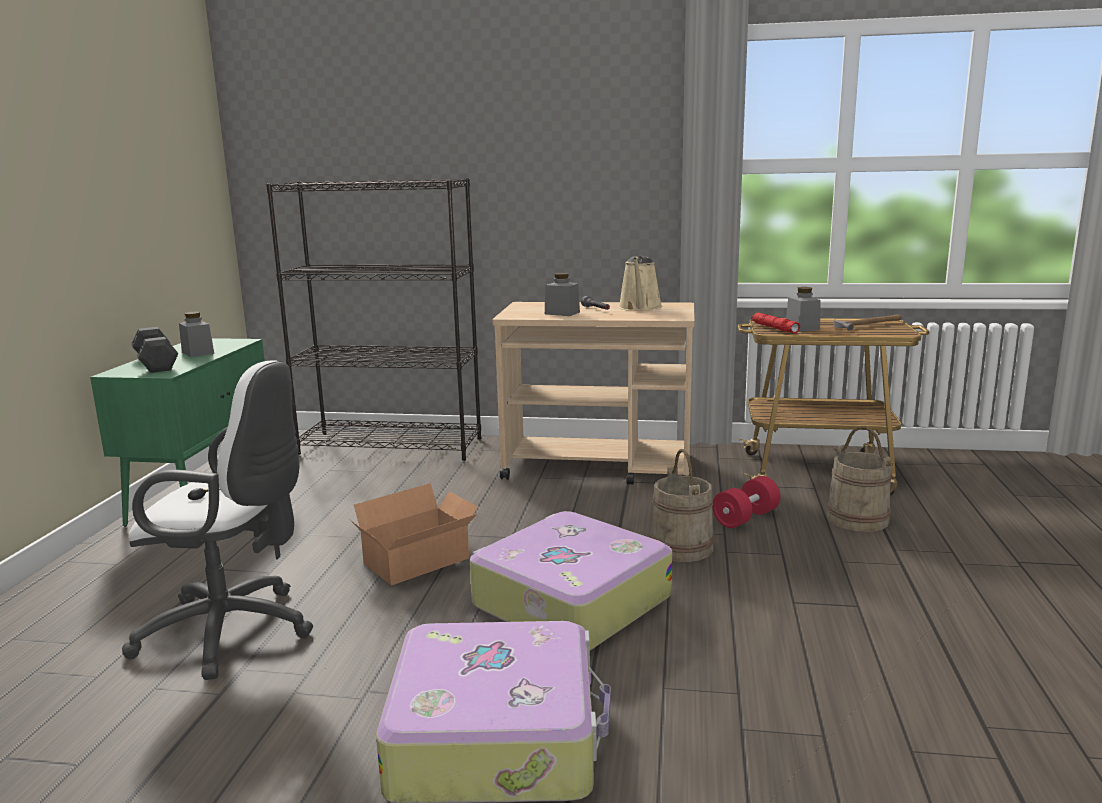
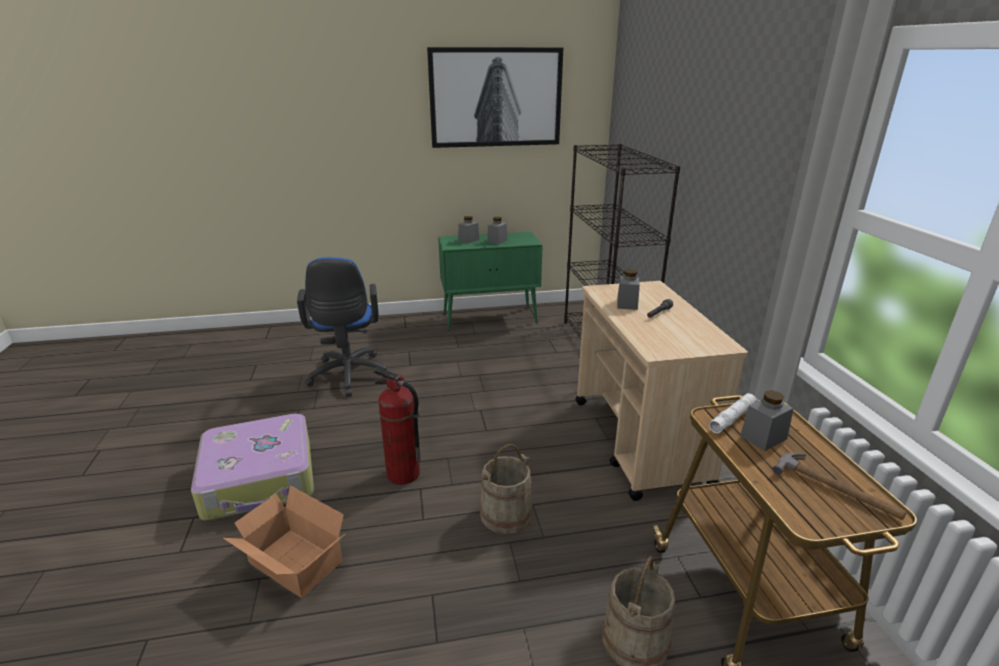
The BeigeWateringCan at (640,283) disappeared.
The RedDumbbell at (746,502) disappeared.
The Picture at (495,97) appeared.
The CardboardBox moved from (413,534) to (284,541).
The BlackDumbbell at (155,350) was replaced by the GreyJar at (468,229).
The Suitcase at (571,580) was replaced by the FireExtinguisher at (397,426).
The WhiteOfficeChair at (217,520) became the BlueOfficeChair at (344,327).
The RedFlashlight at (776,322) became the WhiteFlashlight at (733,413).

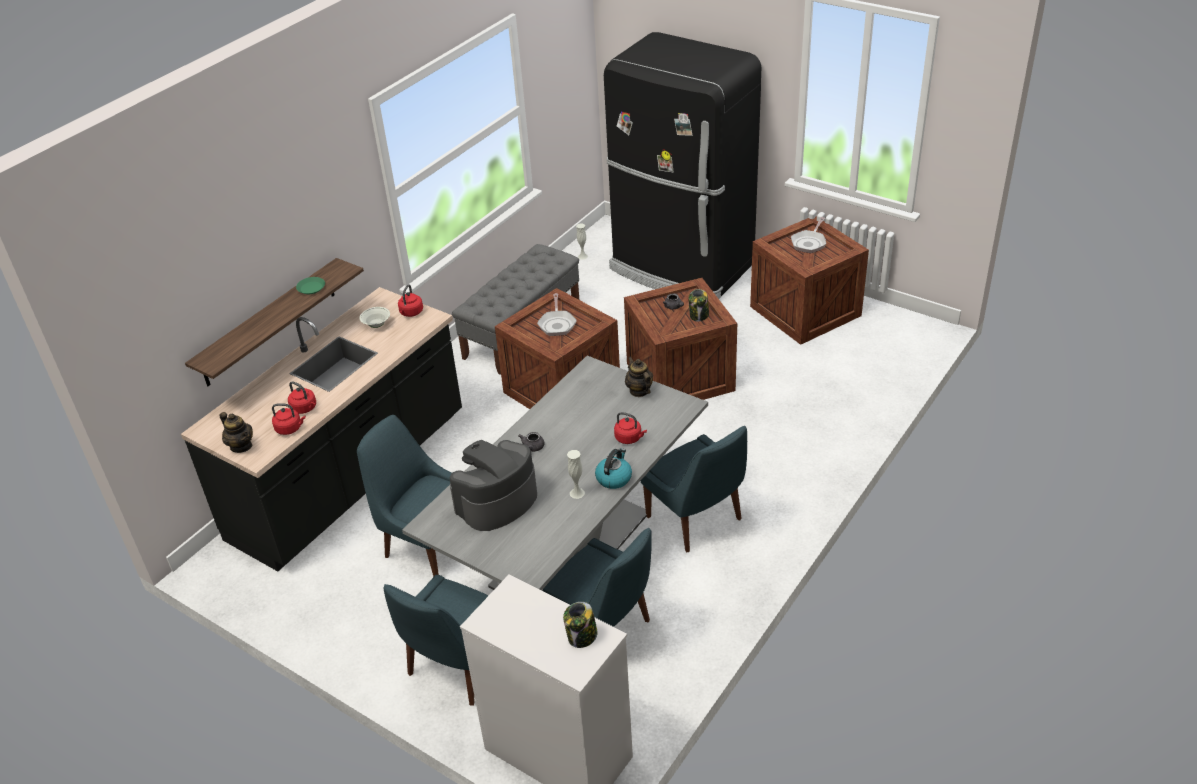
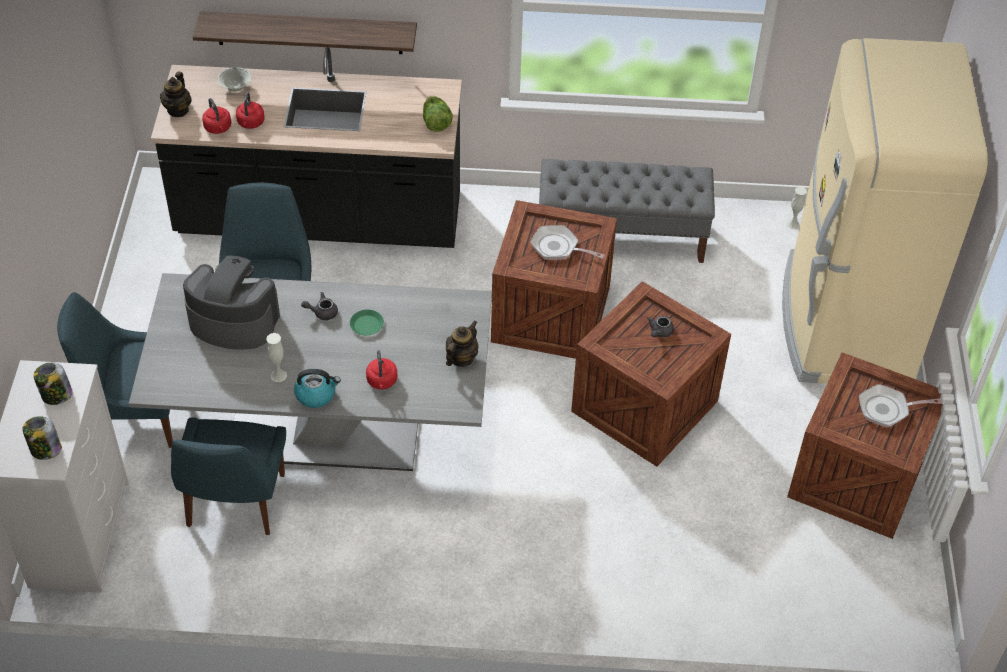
The BlueChair at (694,489) disappeared.
The GreenPlate moved from (310,285) to (367,322).
The WhiteBowl moved from (375,317) to (234,79).
The Jar moved from (698,305) to (53,384).
The RedKettle at (410,300) was replaced by the Lettuce at (438,114).
The BlackFridge at (682,165) became the BeigeFridge at (885,210).
The FryingPan at (557,314) turned 60 degrees clockwise.

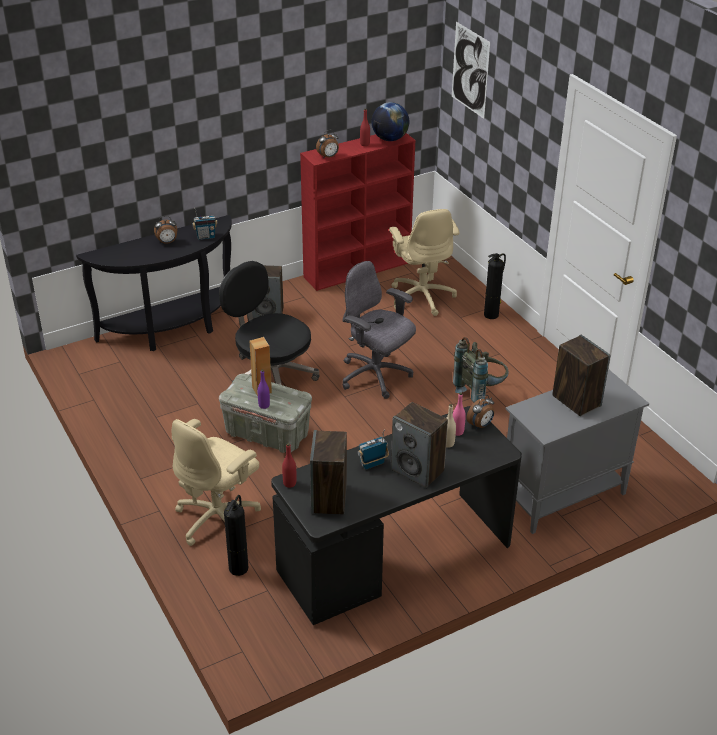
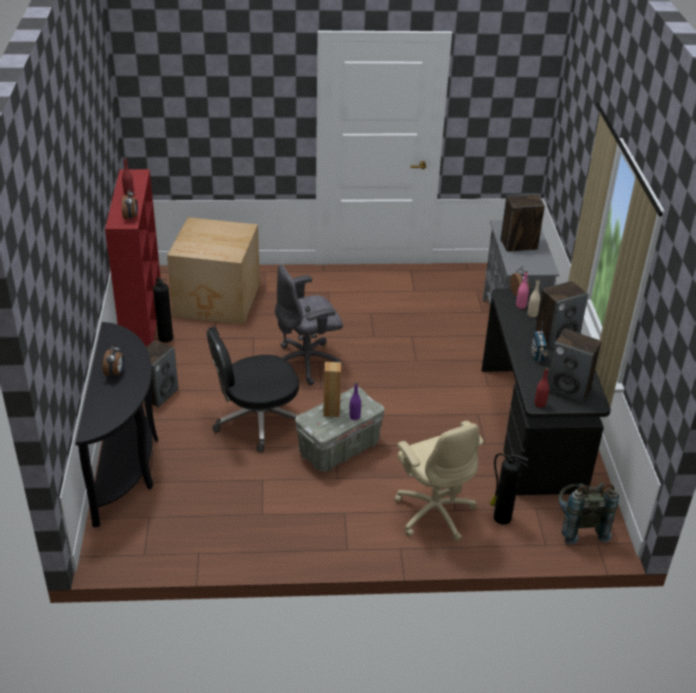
The Radio at (205,224) disappeared.
The Globe at (390,121) disappeared.
The Picture at (471,70) disappeared.
The GreyBackpack moved from (480,369) to (589,513).
The FireExtinguisher moved from (495,286) to (163,310).
The BeigeOfficeChair at (424,262) was replaced by the CardboardBox at (213,271).

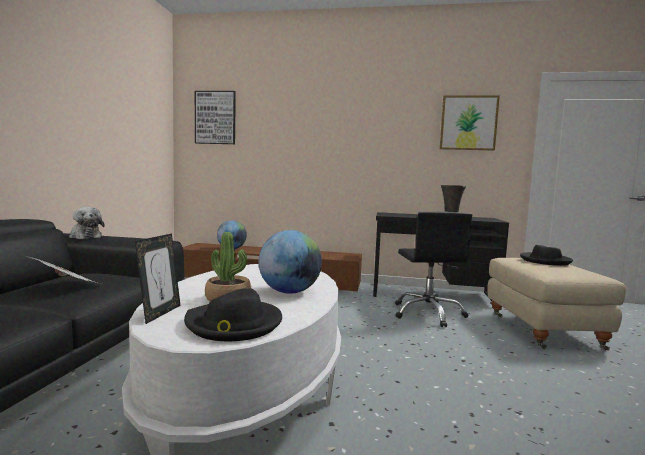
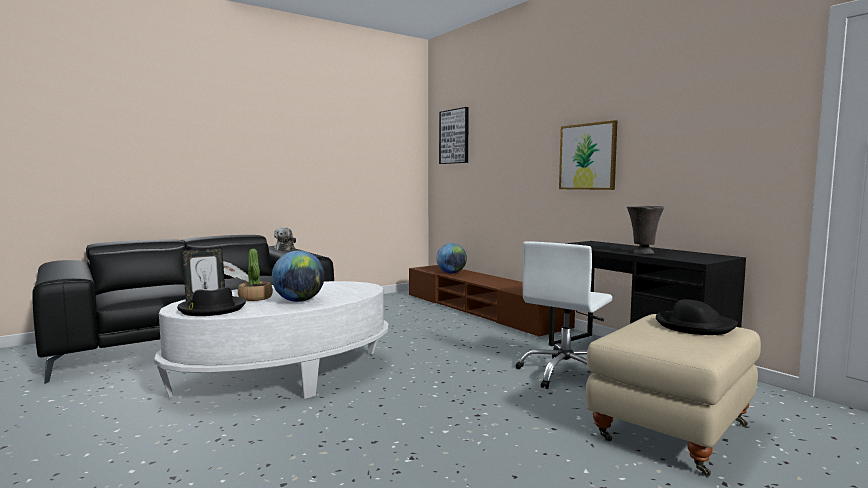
The Picture moved from (470,122) to (588,155).
The BlackOfficeChair at (433,269) became the WhiteOfficeChair at (563,315).

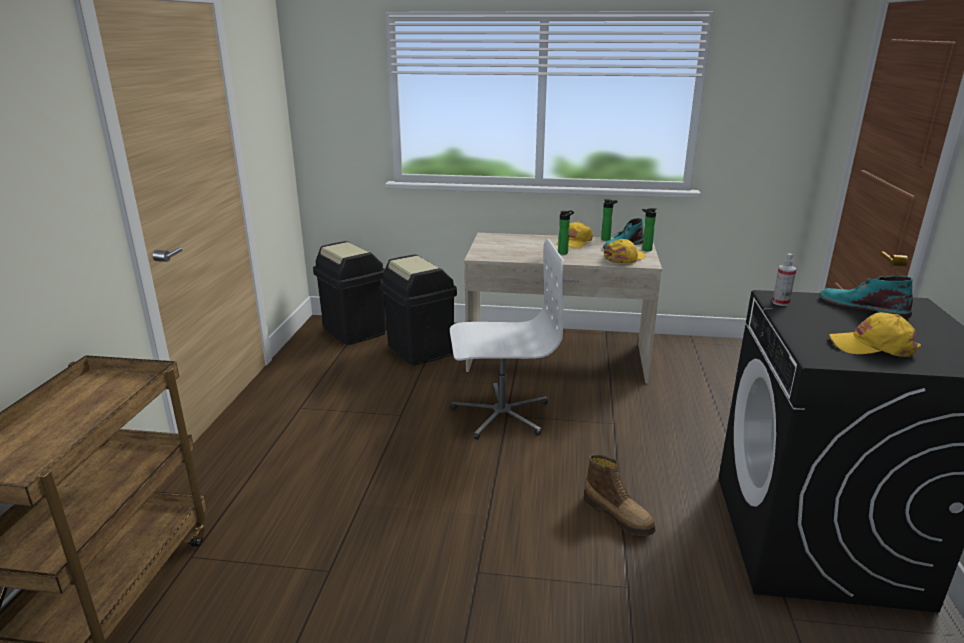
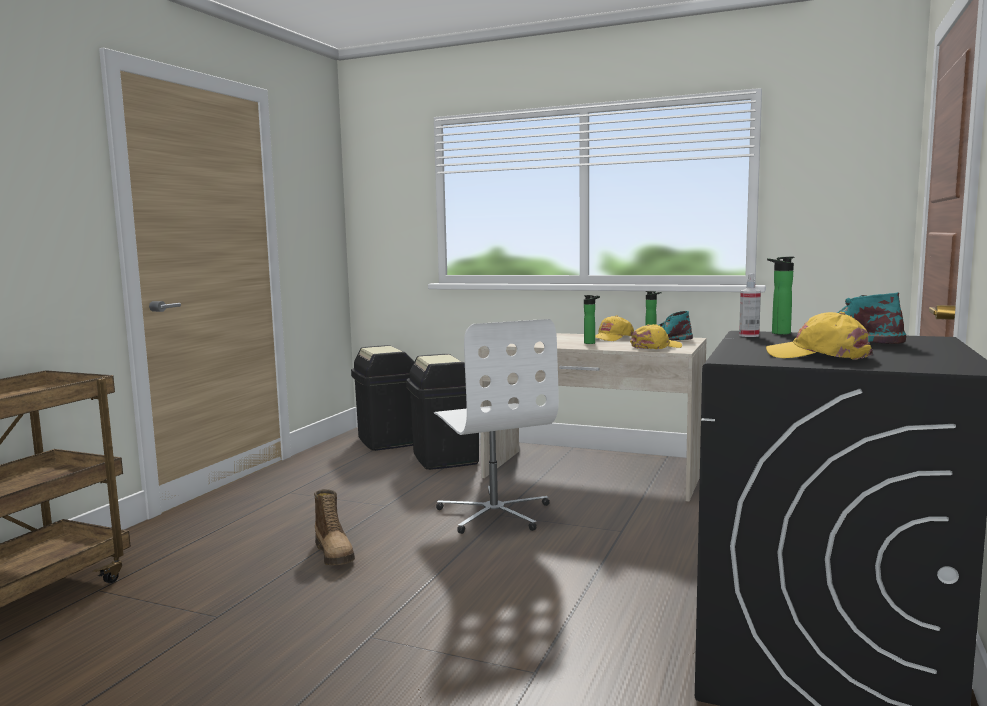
The Boot moved from (619,495) to (334,527).
The Bottle moved from (649,229) to (781,296).
The WhiteOfficeChair at (507,339) turned 60 degrees clockwise.

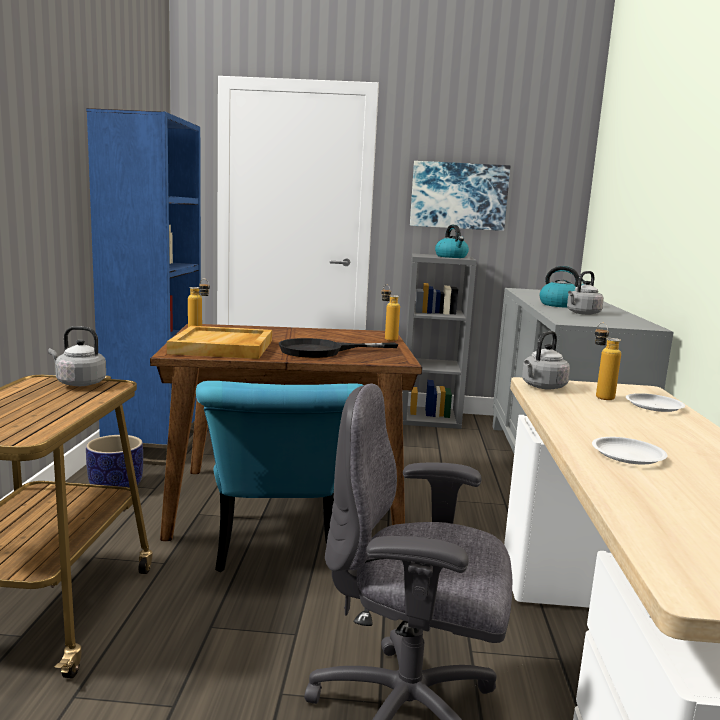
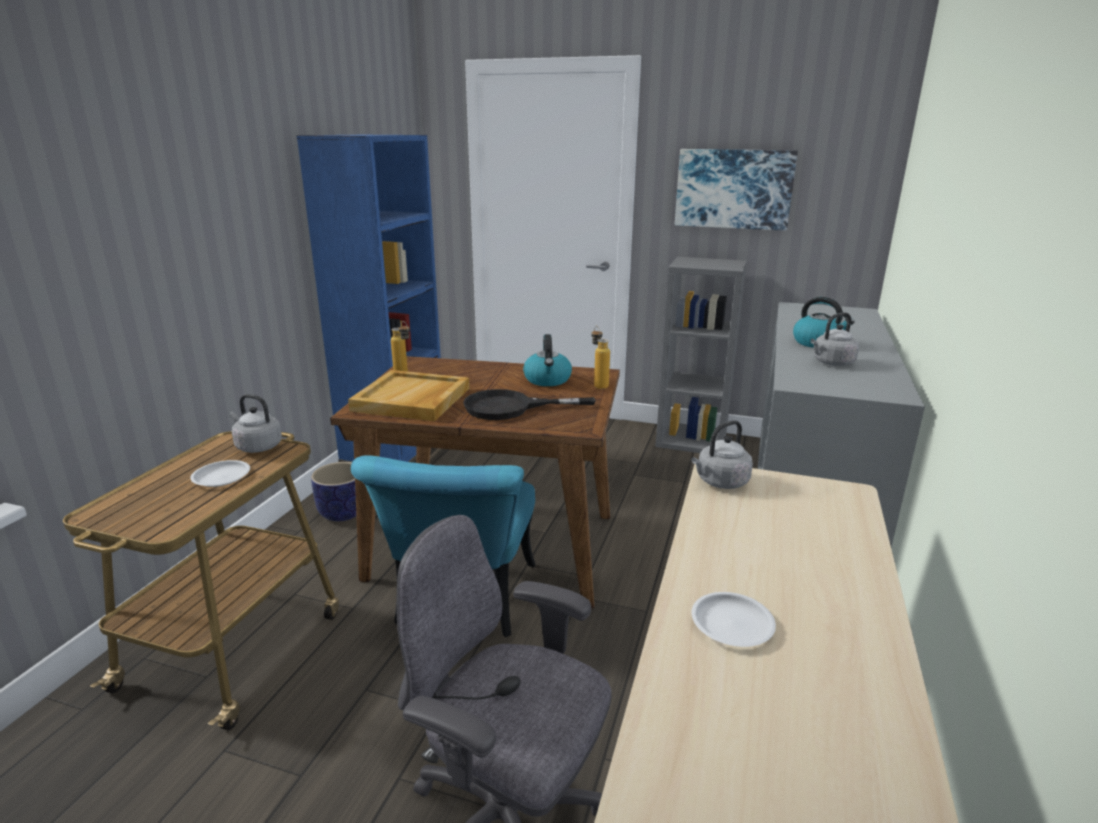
The Bottle at (608,361) disappeared.
The Kettle moved from (452,241) to (547,360).
The WhitePlate moved from (655,402) to (220,473).

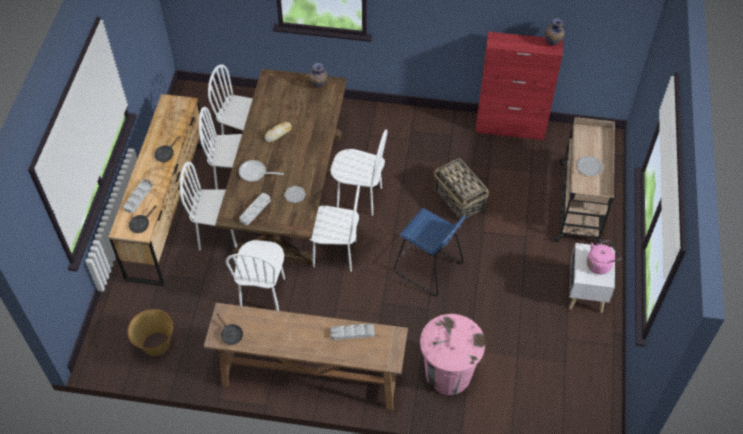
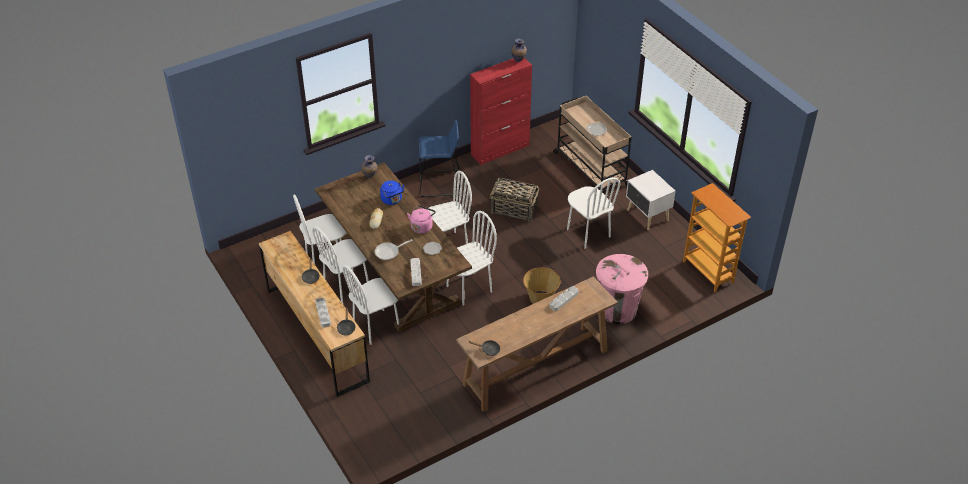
The BlueKettle at (392,193) appeared.
The Bookcase at (717,238) appeared.
The Basket moved from (150,332) to (542,285).
The WhiteChair moved from (255,275) to (593,213).
The BlueStool moved from (430,252) to (439,158).
The PinkKettle moved from (604,257) to (421,219).

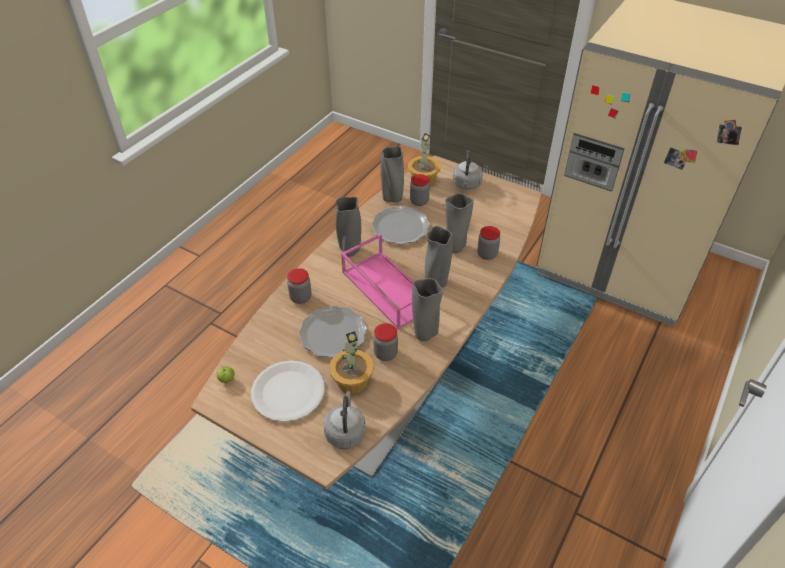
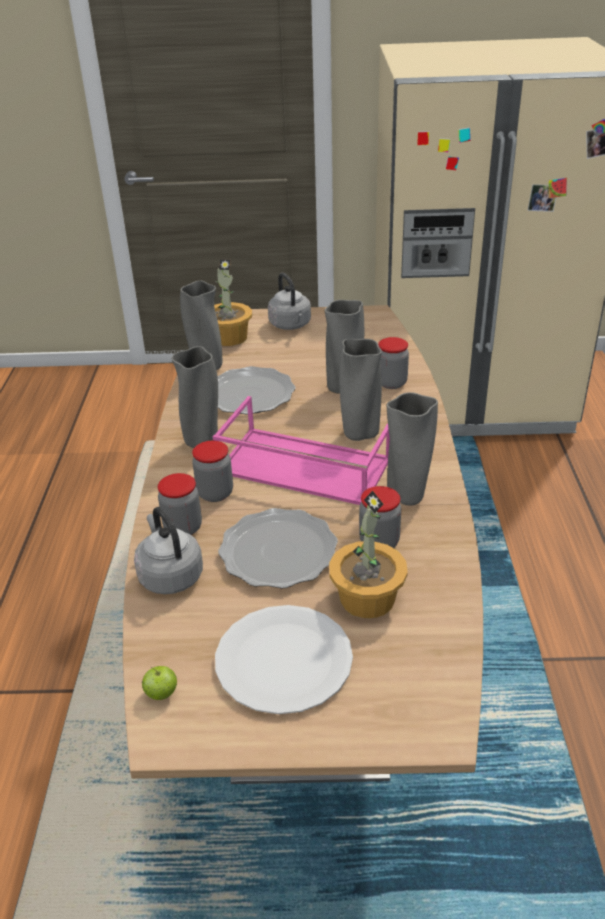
The GreyKettle moved from (345,420) to (168,550).
The Jar moved from (420,190) to (212,471).

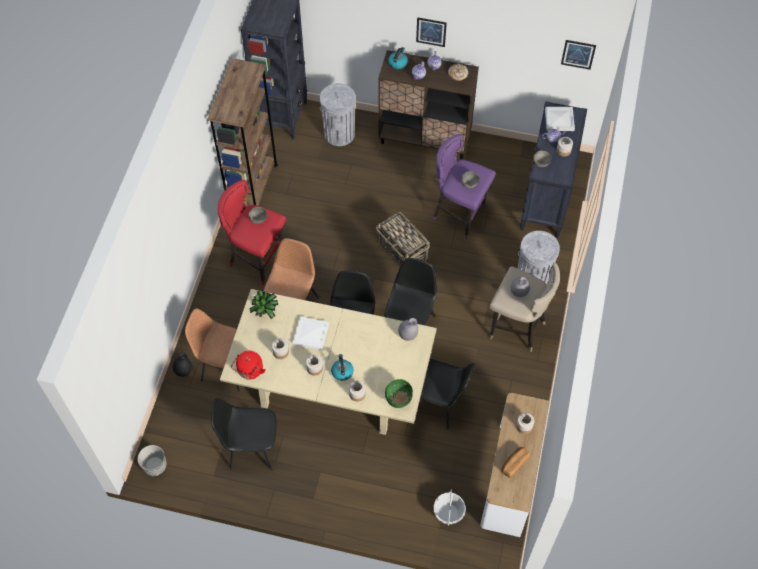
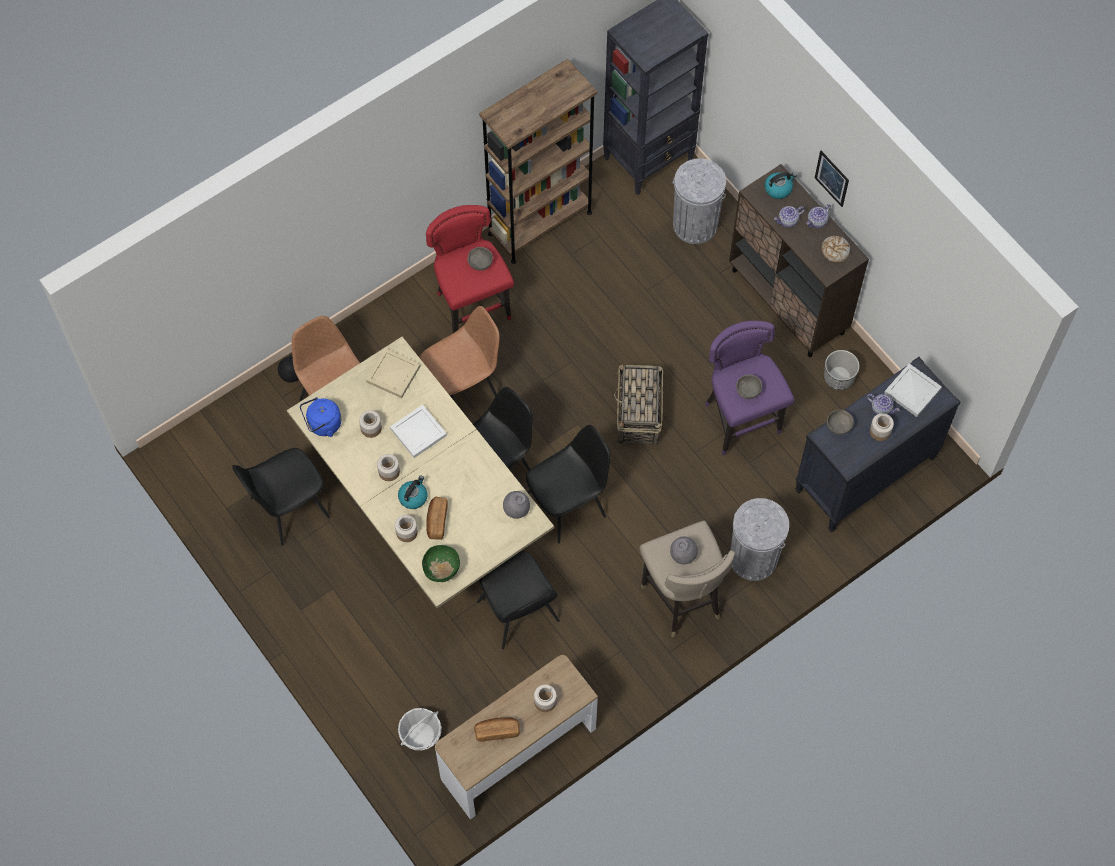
The Picture at (578,55) disappeared.
The Bread at (437,518) appeared.
The Planter moved from (152,460) to (841,370).
The PottedPlant at (264,304) was replaced by the BeigeTray at (393,373).
The RedKettle at (248,365) became the BlueKettle at (320,417).
The BlackChair at (244,434) turned 75 degrees counterclockwise.

